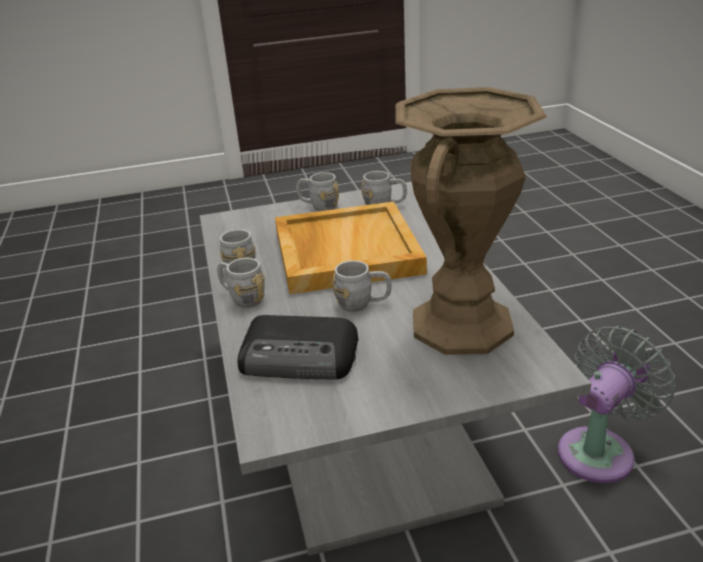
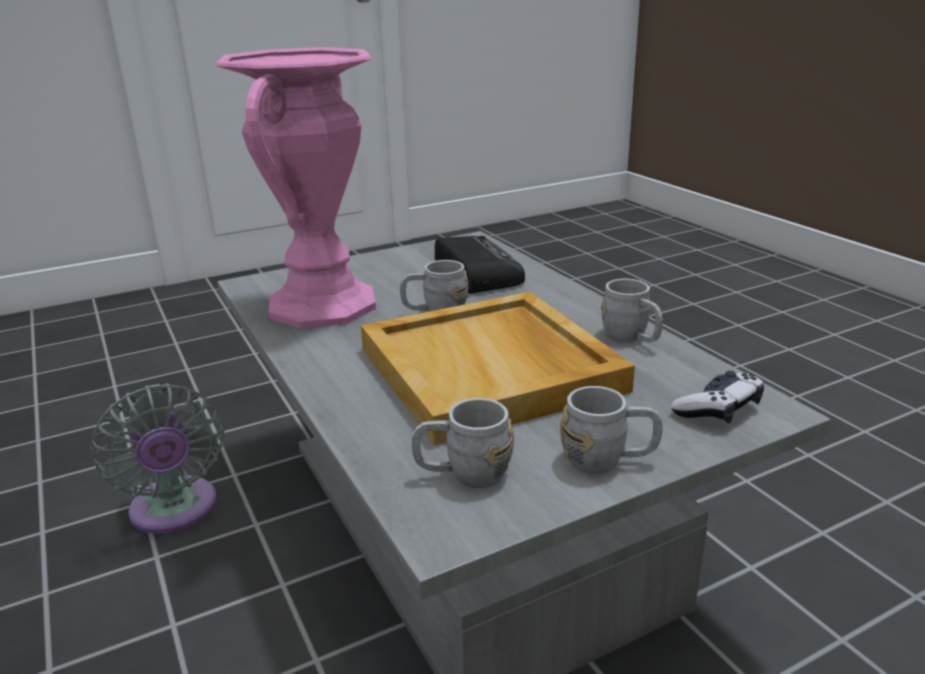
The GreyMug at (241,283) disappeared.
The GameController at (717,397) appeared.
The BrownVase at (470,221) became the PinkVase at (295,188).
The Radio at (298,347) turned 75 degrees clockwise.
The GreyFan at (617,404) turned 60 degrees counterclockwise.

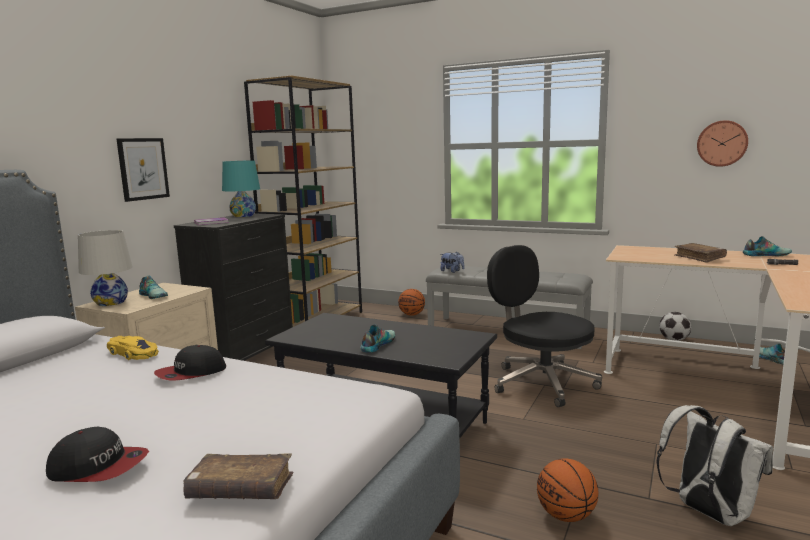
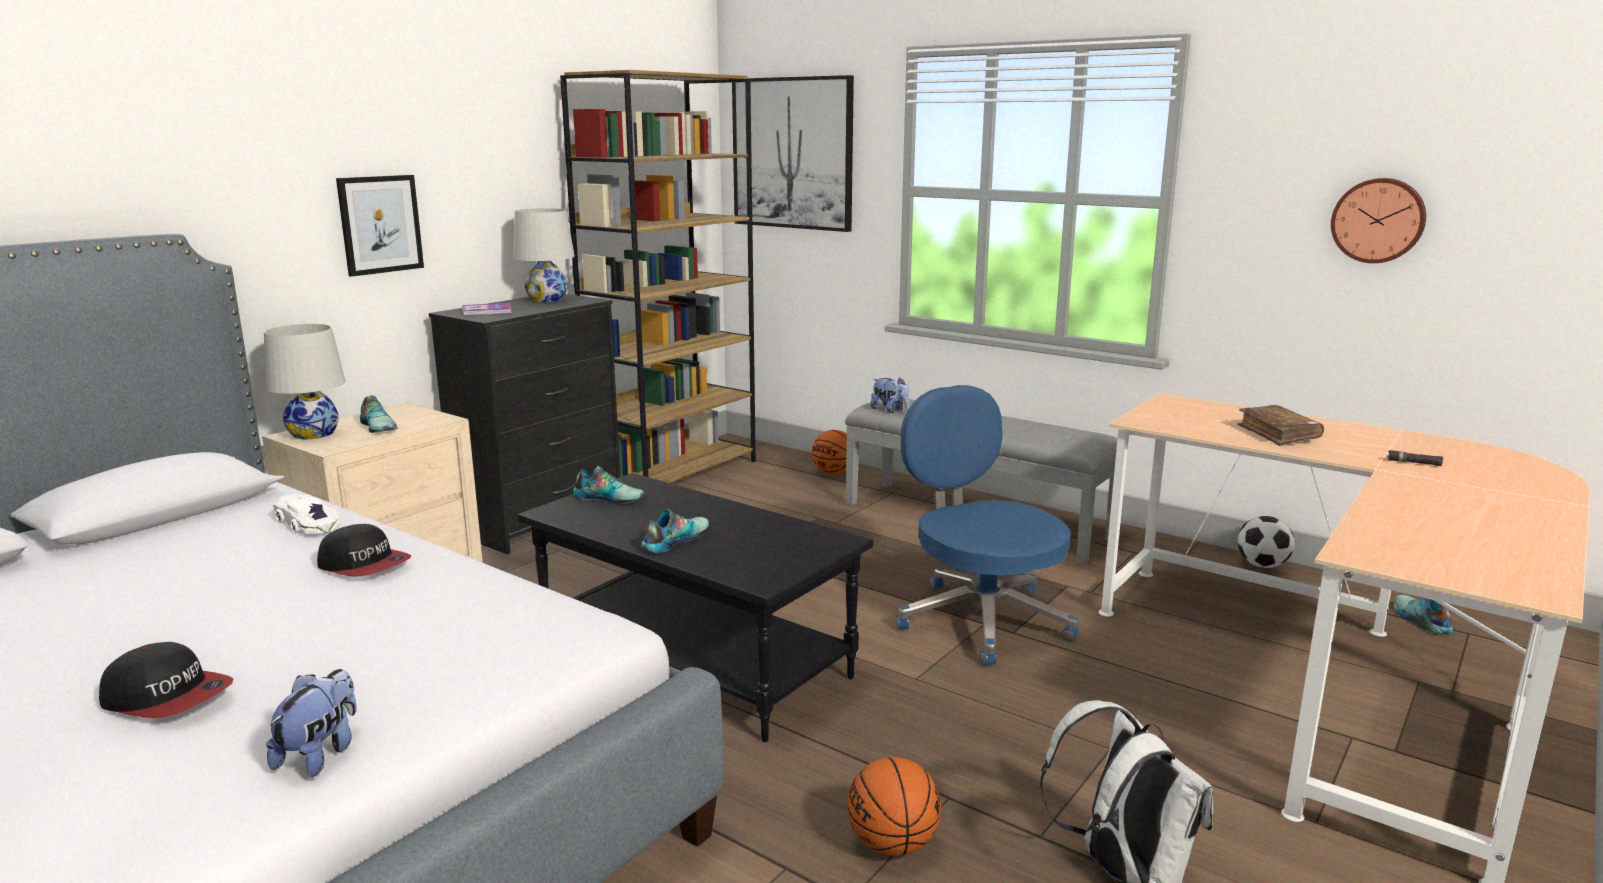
The Picture at (793,153) appeared.
The Shoe moved from (767,246) to (608,485).
The BrownBook at (238,476) was replaced by the PlushToy at (311,723).
The YellowToyCar at (133,348) became the WhiteToyCar at (307,513).
The TurquoiseTableLamp at (241,188) became the WhiteTableLamp at (544,255).
The BlackOfficeChair at (544,326) became the BlueOfficeChair at (987,525).
The Cap at (190,363) turned 120 degrees counterclockwise.

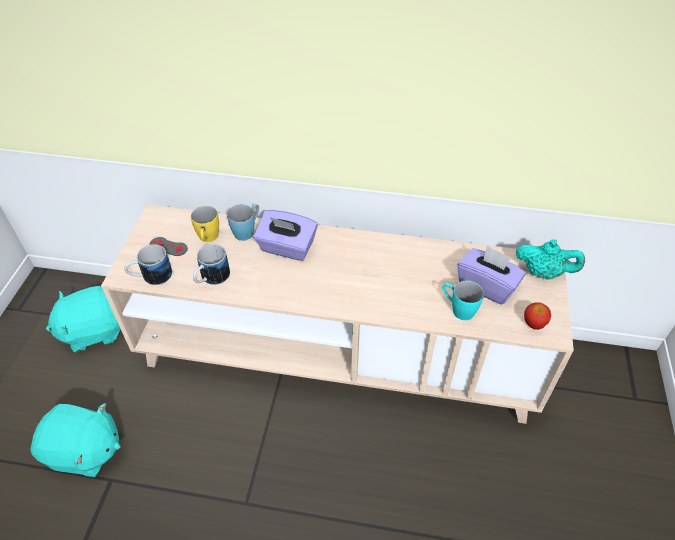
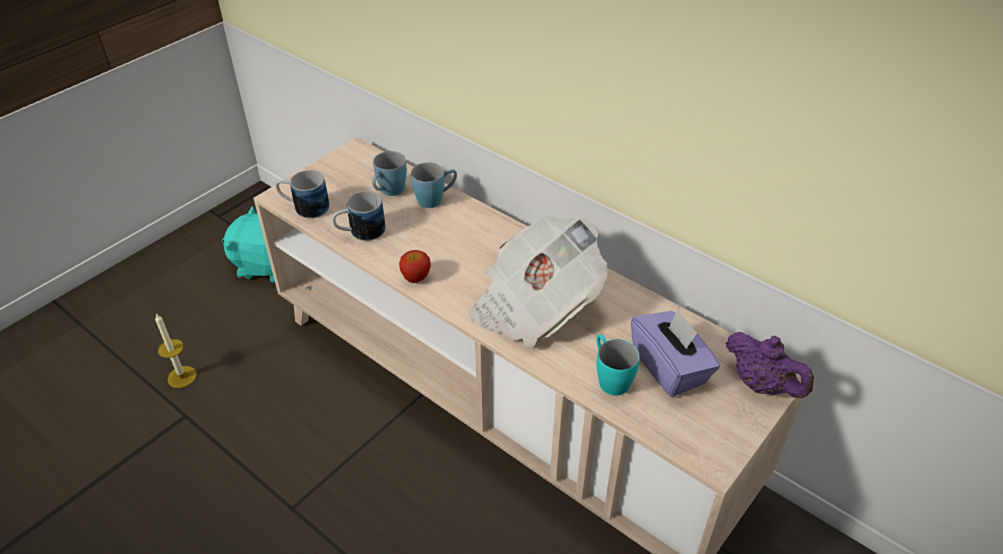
The GreyGameController at (168,246) disappeared.
The PurpleTissueBox at (286,235) disappeared.
The Newspaper at (538,281) appeared.
The Apple moved from (537,316) to (415,266).
The TurquoisePlushToy at (75,440) was replaced by the Candle at (176,350).
The YellowMug at (205,224) became the BlueMug at (389,173).
The TurquoiseTeapot at (550,259) became the PurpleTeapot at (770,365).

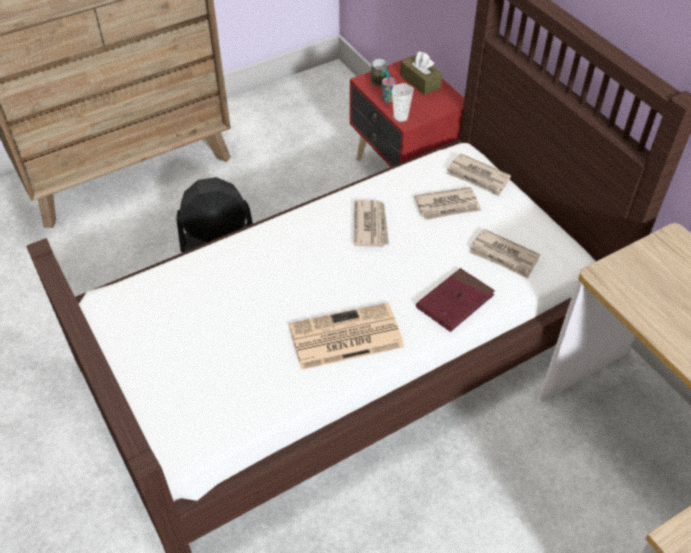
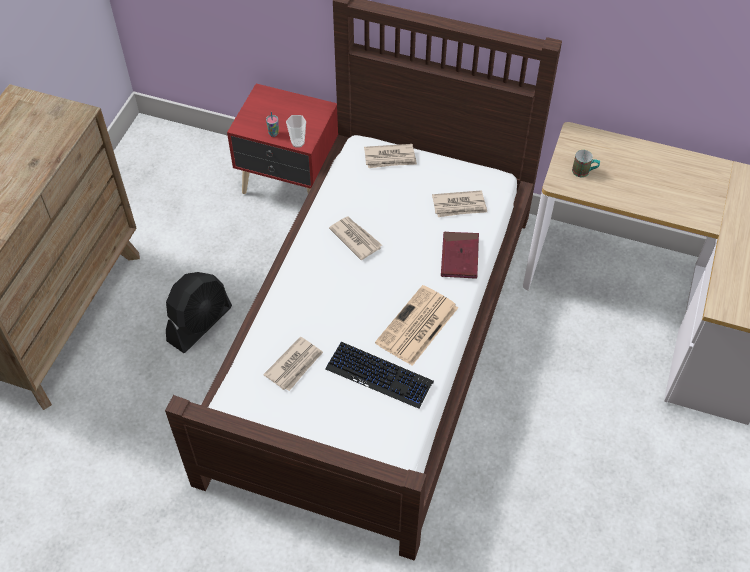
The BrownTissueBox at (421,73) disappeared.
The Keyboard at (380,375) appeared.
The Mug moved from (380,73) to (586,163).
The Newspaper moved from (448,203) to (293,364).

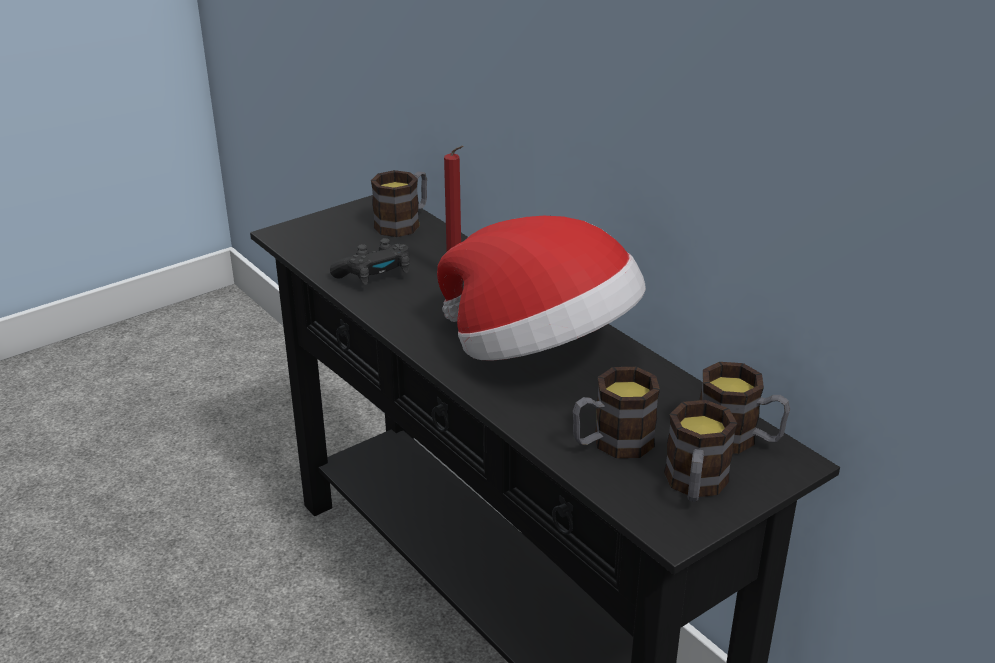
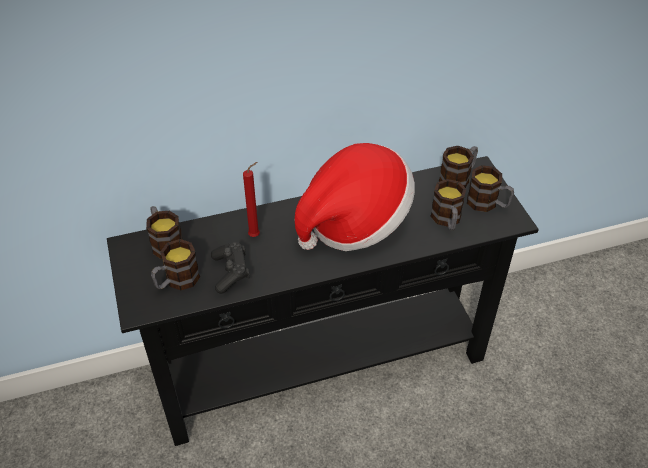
The Mug at (175,264) appeared.

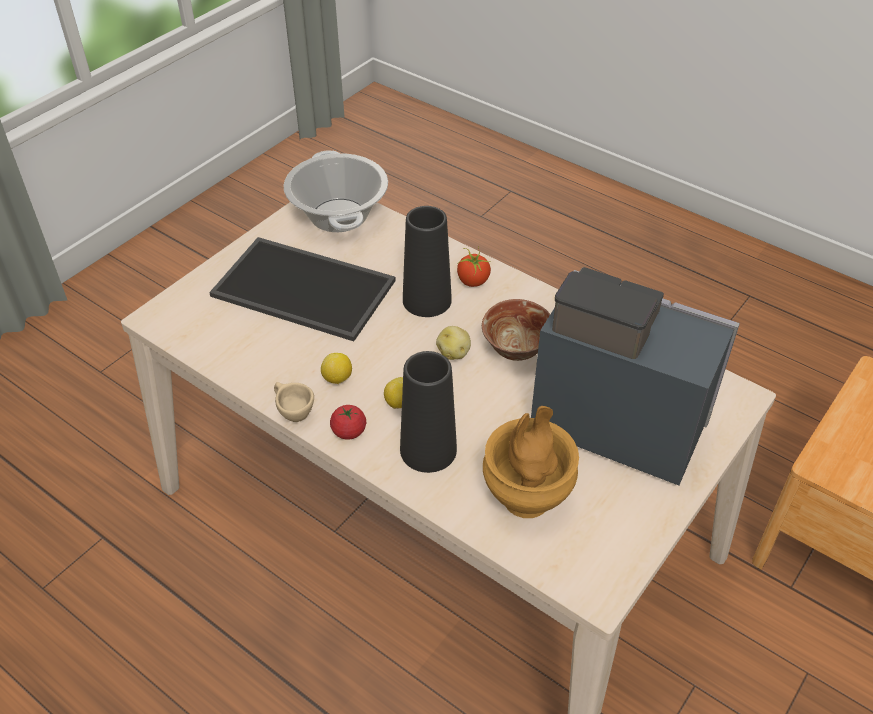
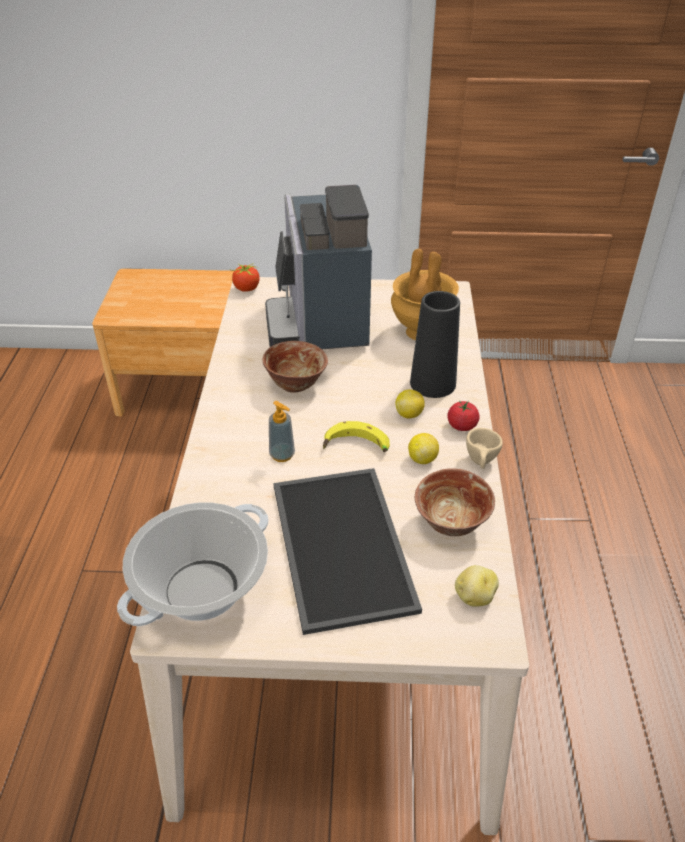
The Banana at (356,436) appeared.
The Bowl at (455,502) appeared.
The Potato moved from (453,343) to (477,586).
The Tomato moved from (474,267) to (244,278).
The BlackVase at (427,261) was replaced by the SoapDispenser at (282,431).

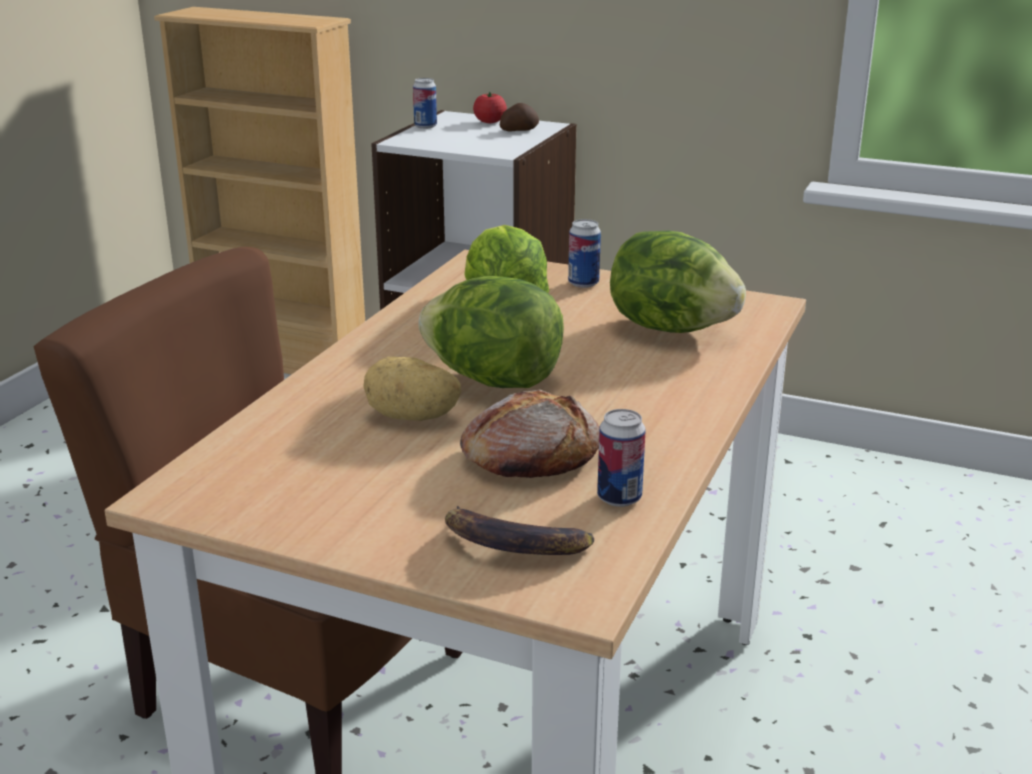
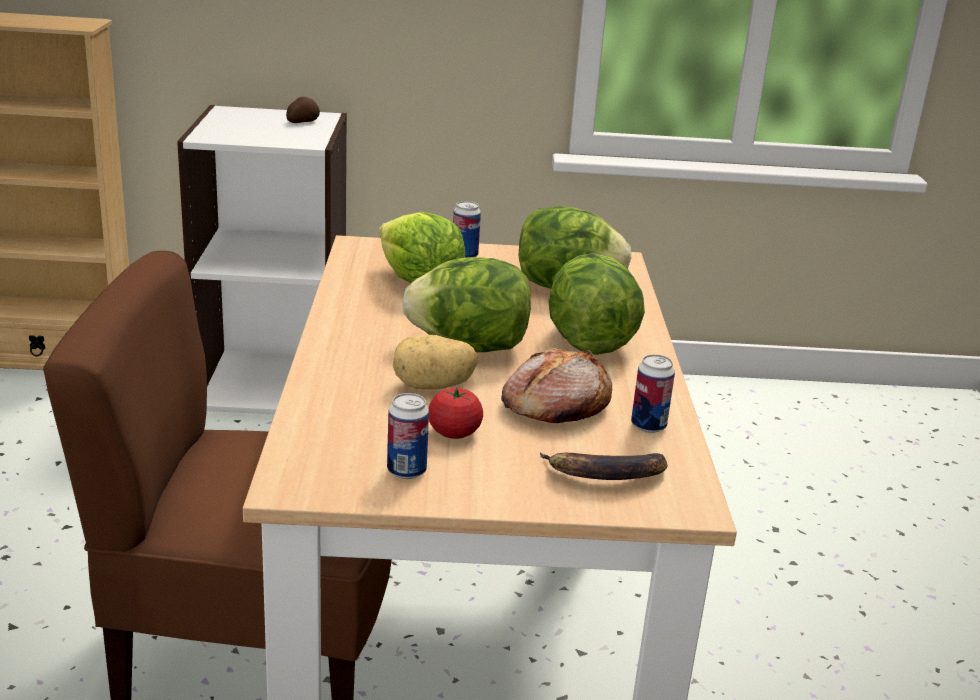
The Lettuce at (596,304) appeared.
The Can moved from (425,103) to (408,436).
The Tomato moved from (490,107) to (455,413).

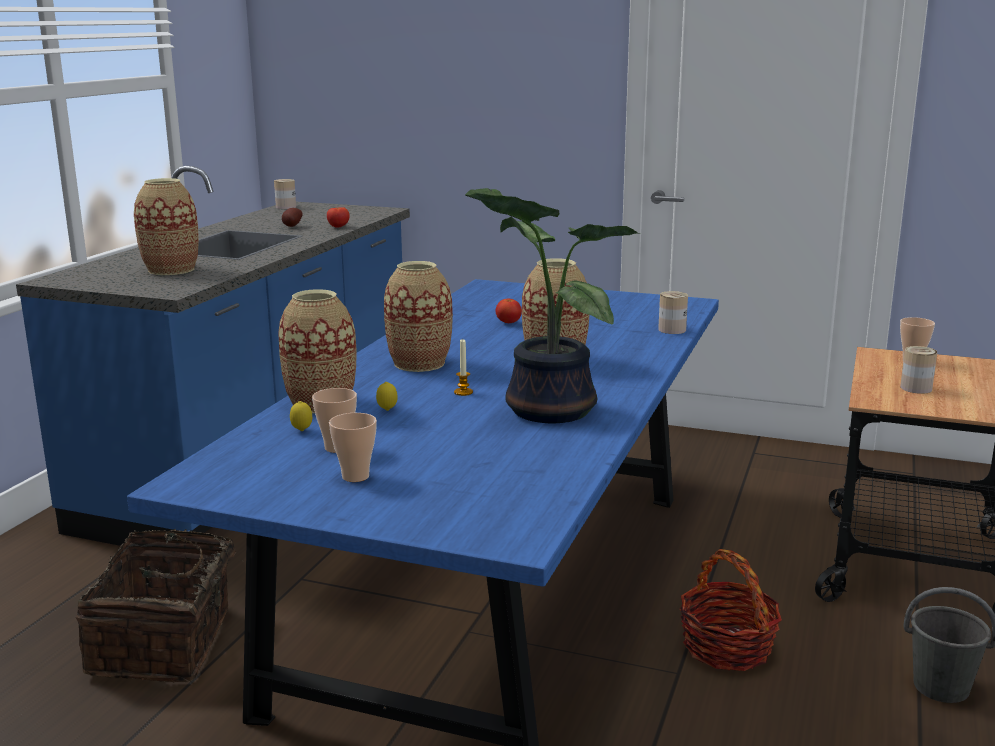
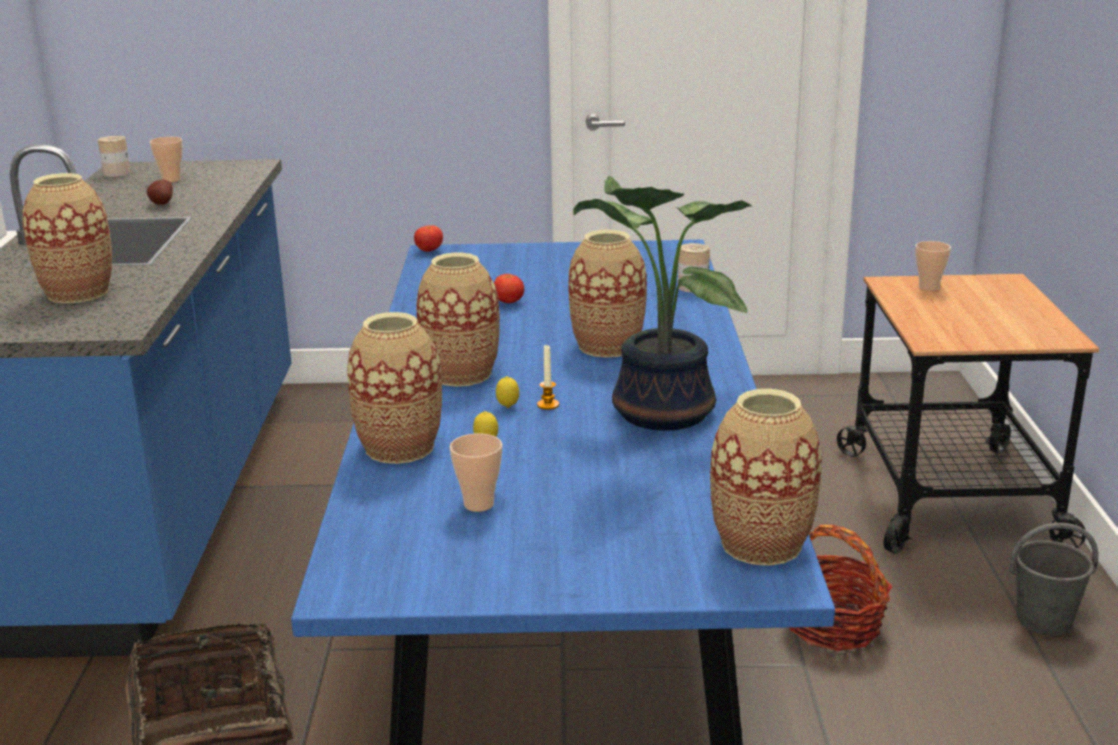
The Can at (918,370) disappeared.
The Vase at (766,477) appeared.
The Lemon moved from (301,416) to (507,392).
The Tomato moved from (338,217) to (428,238).
The Cup moved from (353,447) to (166,159).

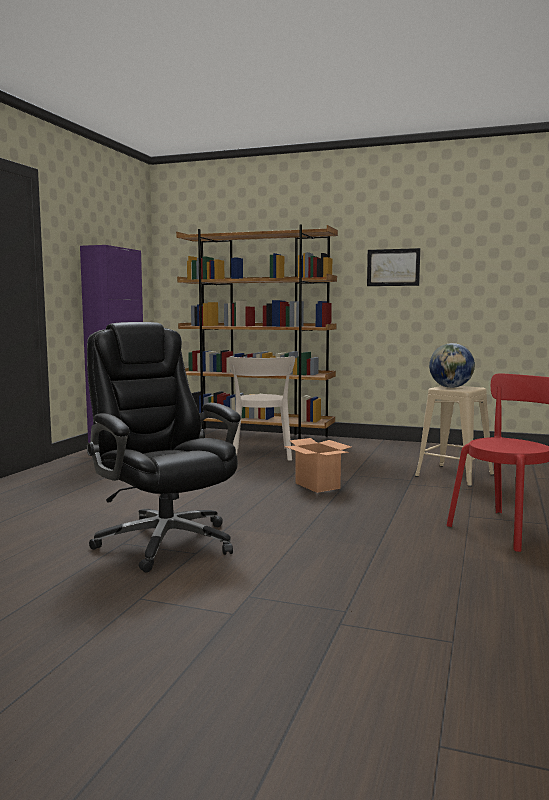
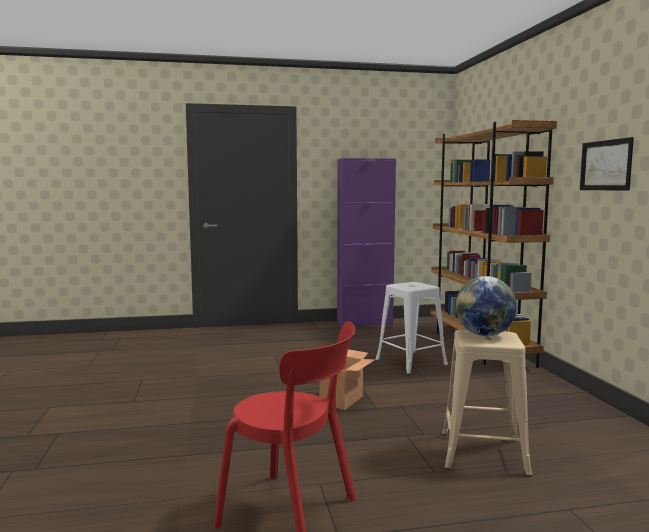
The BlackOfficeChair at (164,447) disappeared.
The BeigeChair at (261,408) was replaced by the WhiteStool at (411,328).

